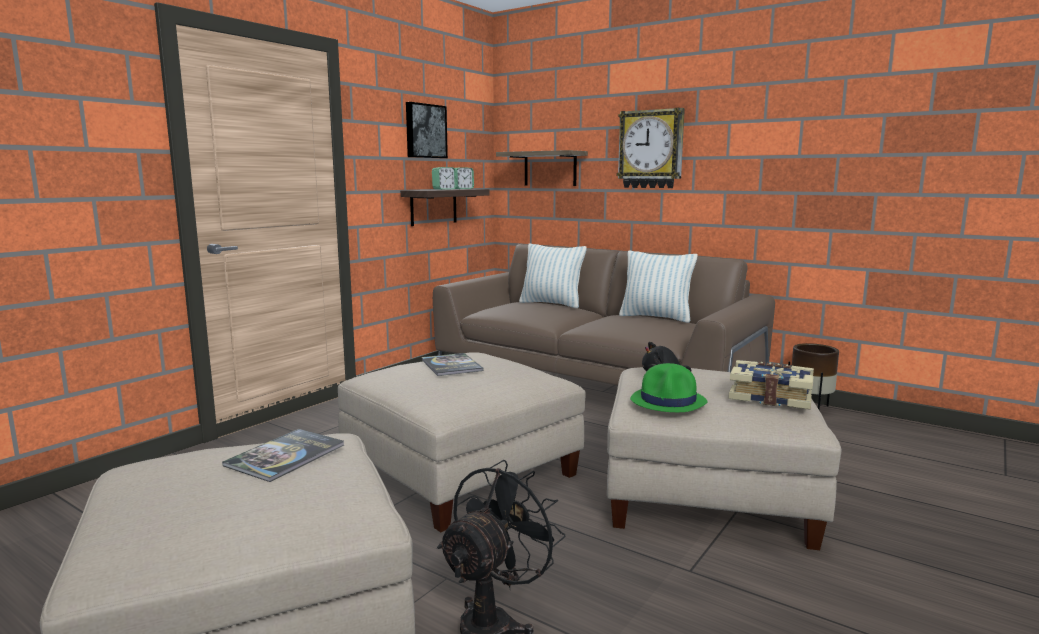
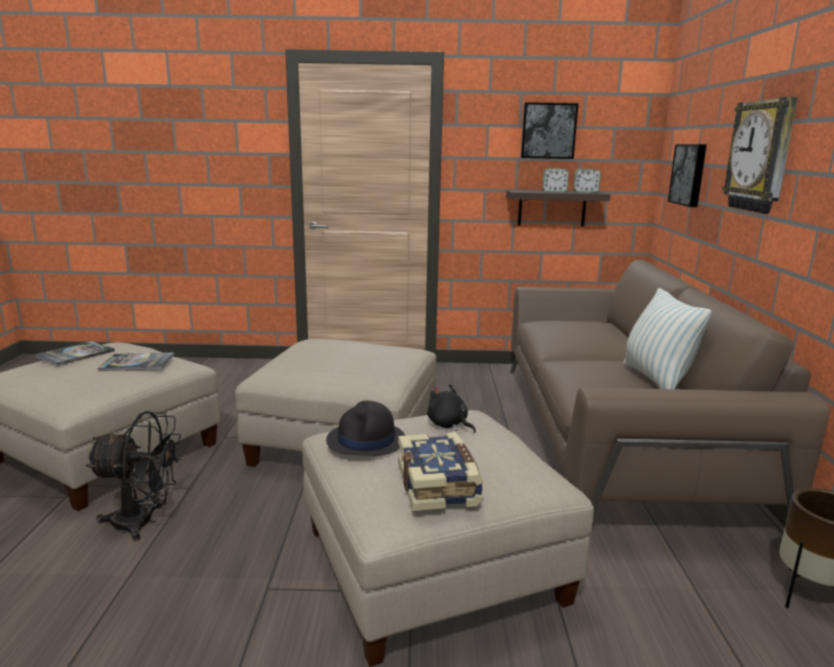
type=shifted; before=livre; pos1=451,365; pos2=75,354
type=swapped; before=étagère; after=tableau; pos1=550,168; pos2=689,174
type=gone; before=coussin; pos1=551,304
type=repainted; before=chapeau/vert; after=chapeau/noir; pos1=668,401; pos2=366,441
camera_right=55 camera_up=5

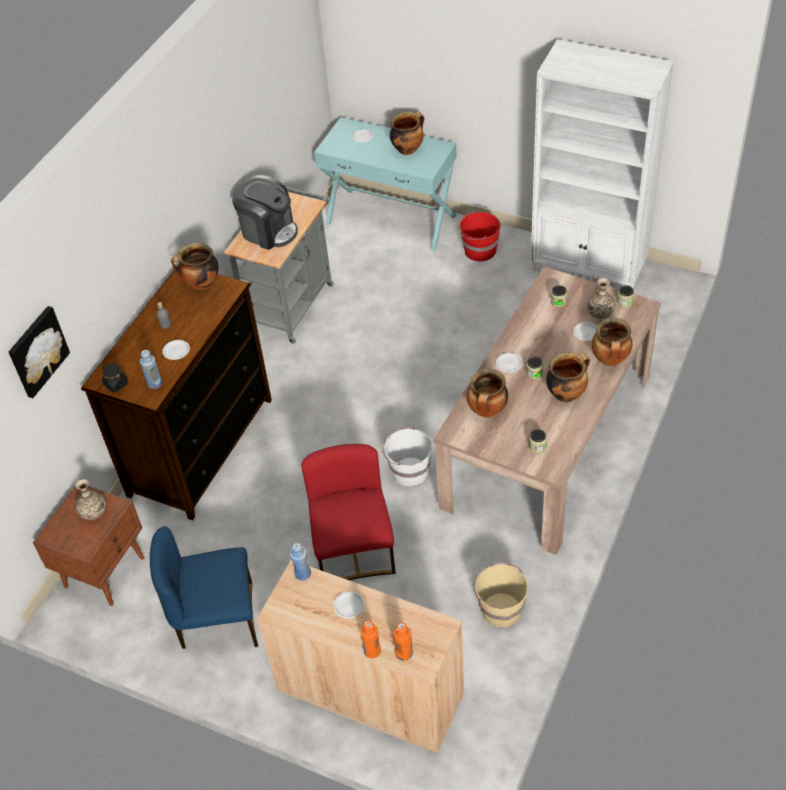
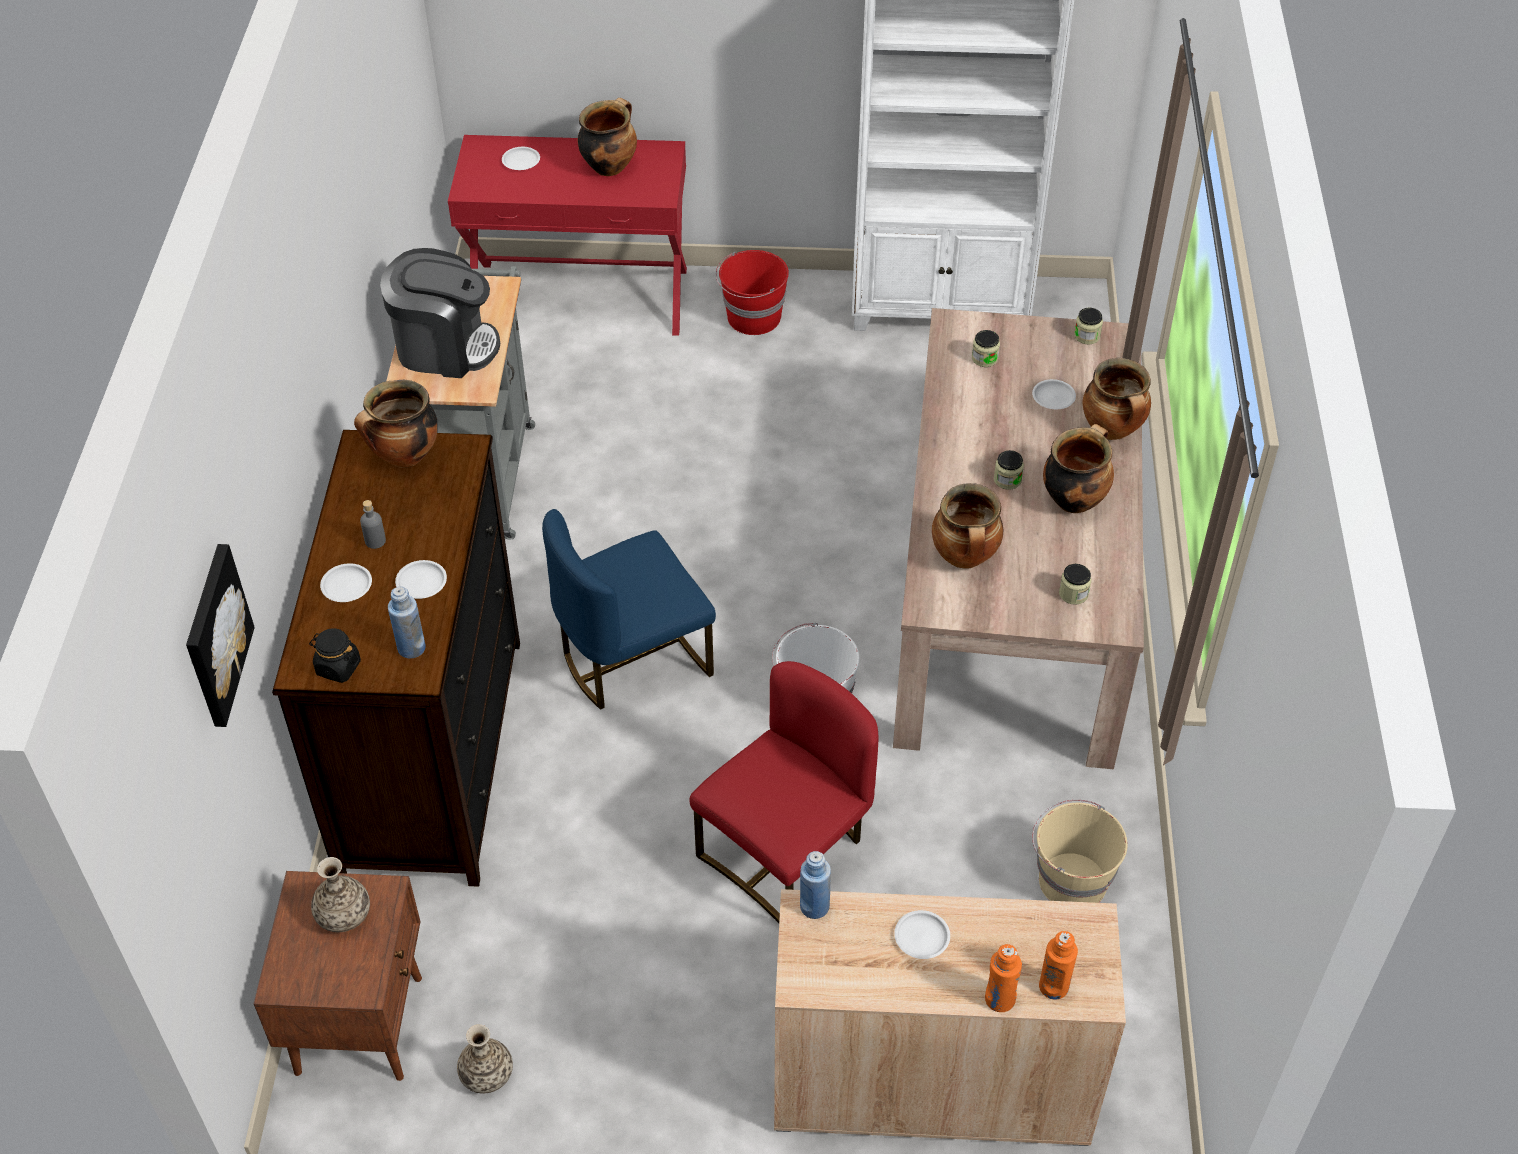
type=shifted; before=chaise/bleu; pos1=217,620; pos2=632,658
type=rotated; before=chaise/rouge; pos1=354,549; pos2=787,854; turn=75
type=repainted; before=table console/turquoise; after=table console/rouge; pos1=391,219; pos2=580,297
type=shifted; before=assiette/blanc; pos1=509,364; pos2=347,585
type=shifted; before=vase; pos1=600,312; pos2=487,1074
camera_right=-25 camera_up=0

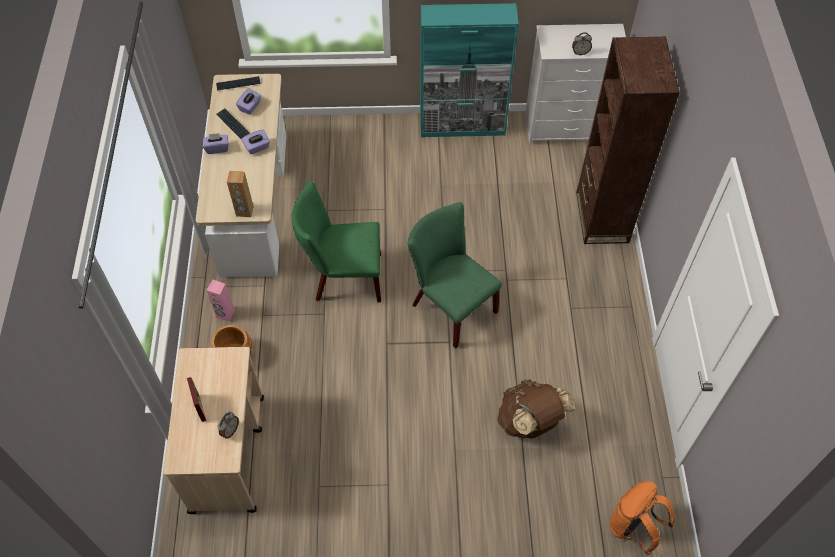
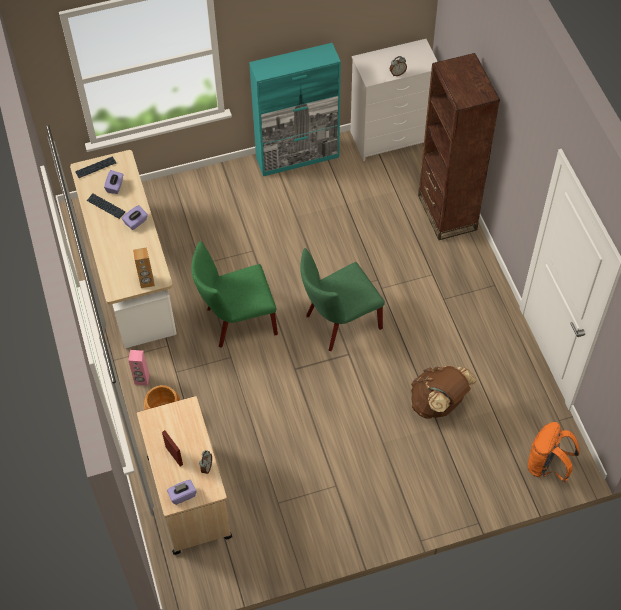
type=shifted; before=boîte à mouchoirs/violet; pos1=217,148; pos2=182,495
type=rotated; before=chaise/vert; pos1=449,306; pos2=339,323; turn=-60
camera_right=-15 camera_up=0

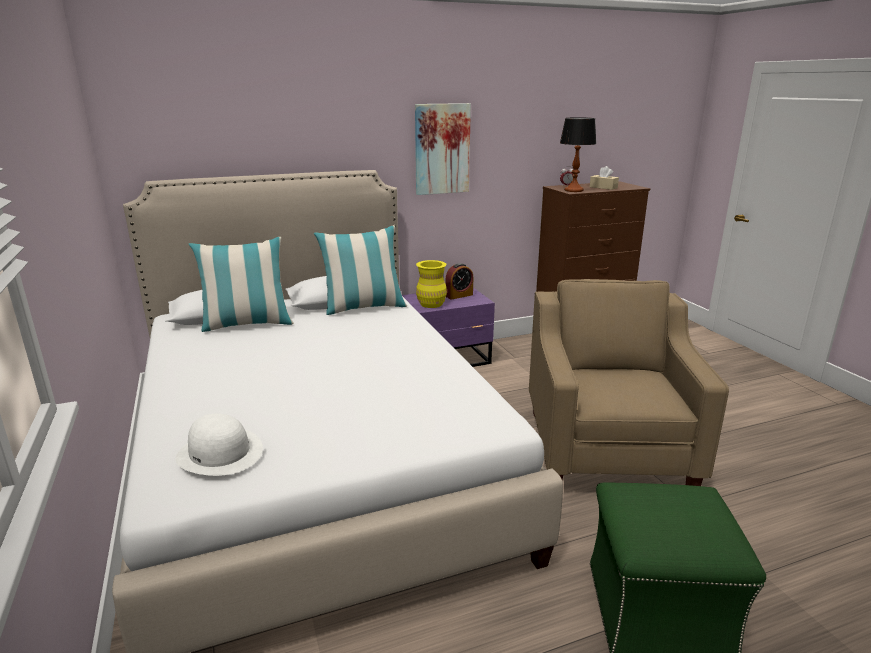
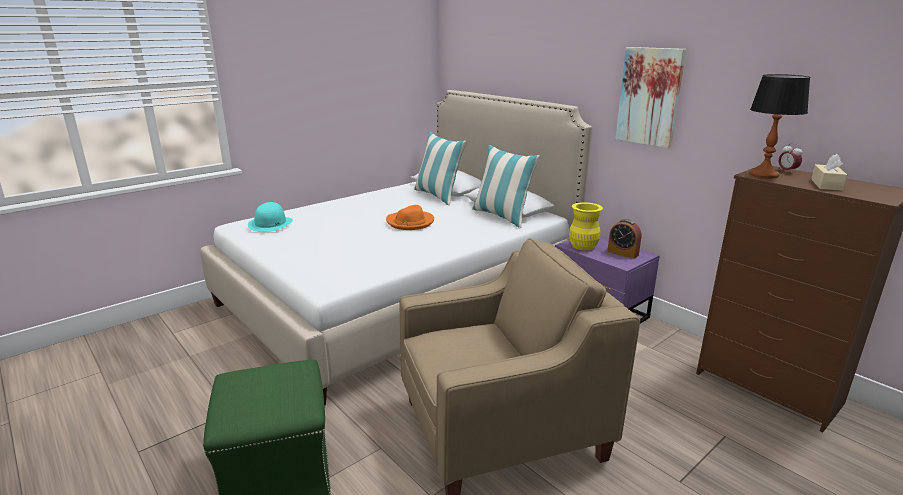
type=repainted; before=chapeau/blanc; after=chapeau/turquoise; pos1=220,453; pos2=270,224
type=new; after=chapeau/orange; pos2=410,222
camera_right=70 camera_up=0

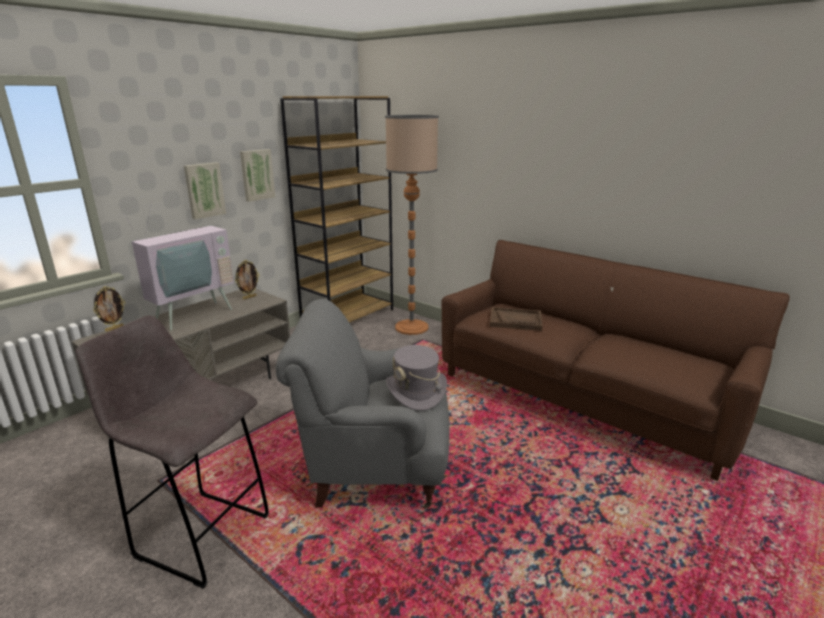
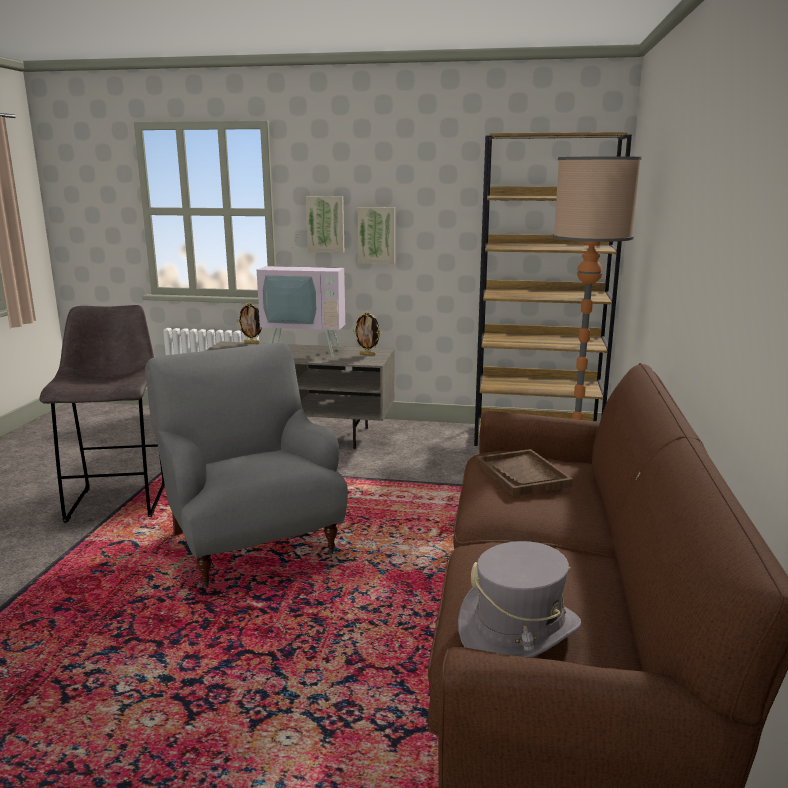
type=shifted; before=tableau; pos1=257,175; pos2=326,224
type=shifted; before=chapeau/gris; pos1=416,392; pos2=518,631
camera_right=60 camera_up=-5

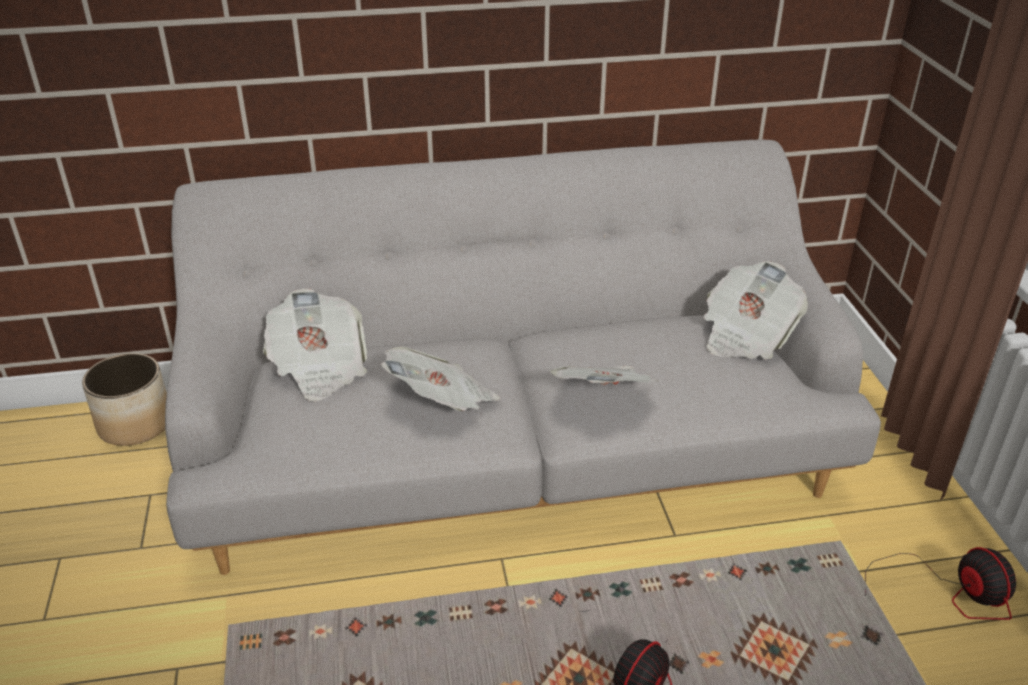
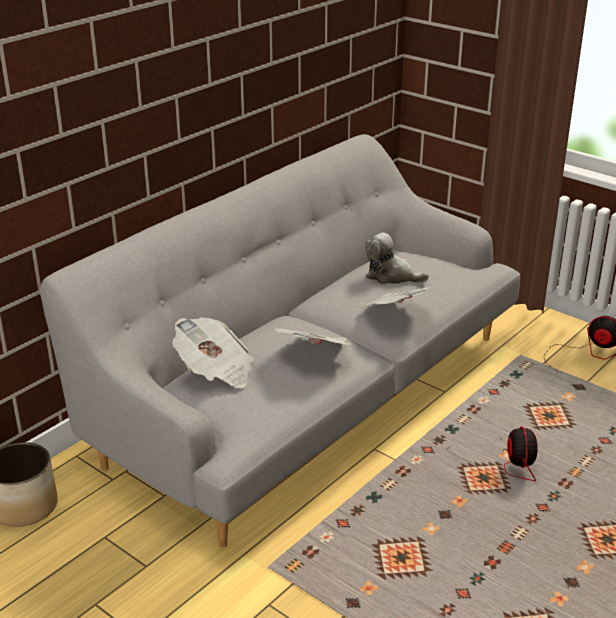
type=gone; before=journal; pos1=746,335
type=new; after=peluche; pos2=391,276
camera_right=-40 camera_up=-5

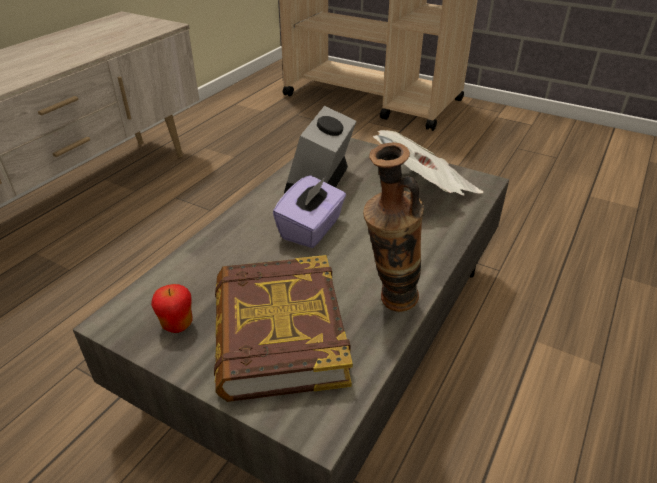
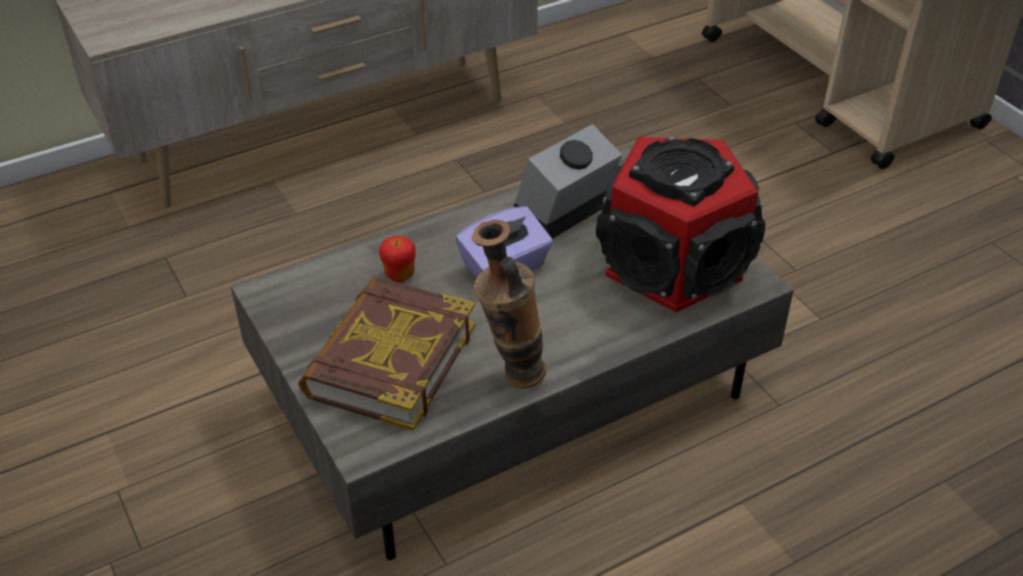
type=shifted; before=pomme; pos1=177,325; pos2=399,275
type=swapped; before=journal; after=enceinte; pos1=426,189; pos2=674,266
camera_right=30 camera_up=5

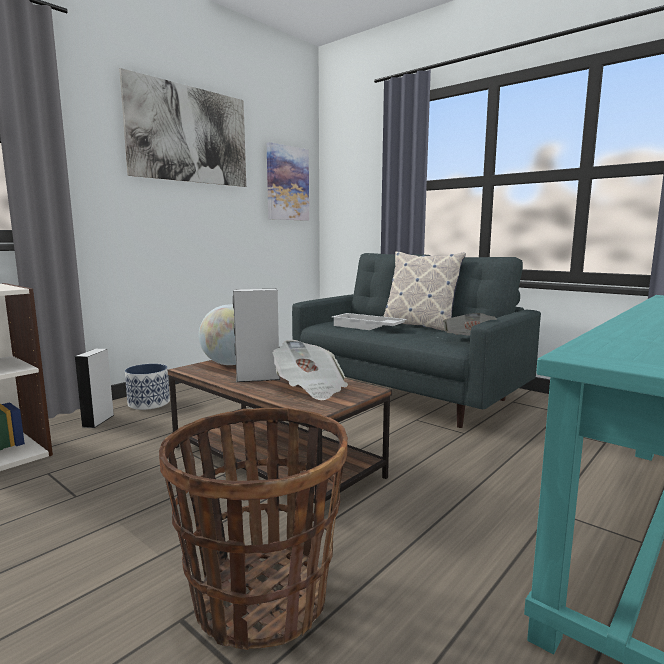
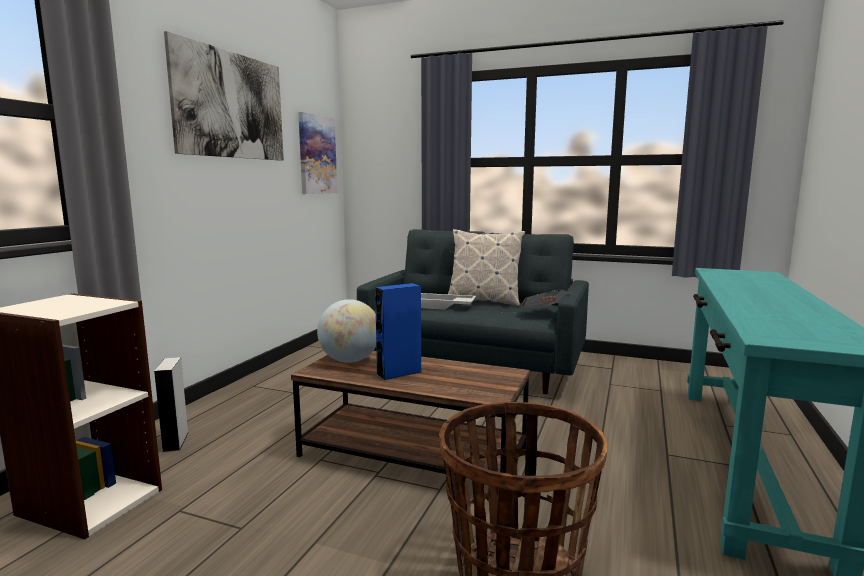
type=gone; before=cache-pot; pos1=149,403
type=repainted; before=enceinte/gris; after=enceinte/bleu; pos1=258,378; pos2=399,373
type=gone; before=journal; pos1=310,388
camera_right=-20 camera_up=0

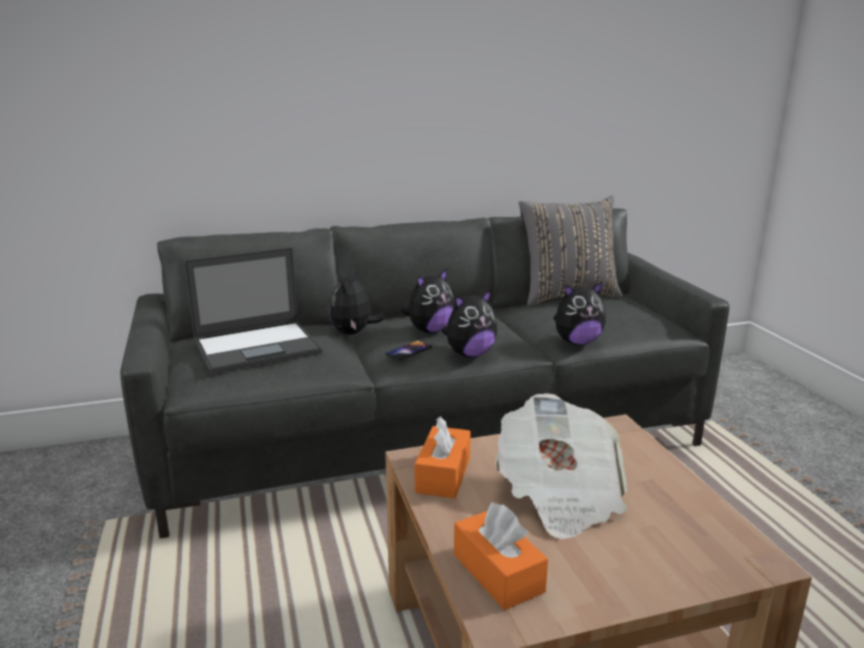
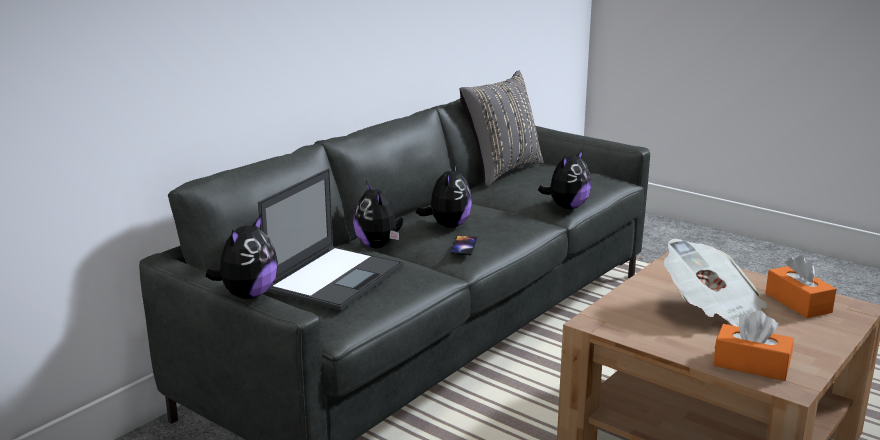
type=shifted; before=boîte à mouchoirs/orange; pos1=443,475; pos2=798,303
type=shifted; before=peluche; pos1=469,354; pos2=248,295
camera_right=-35 camera_up=0

